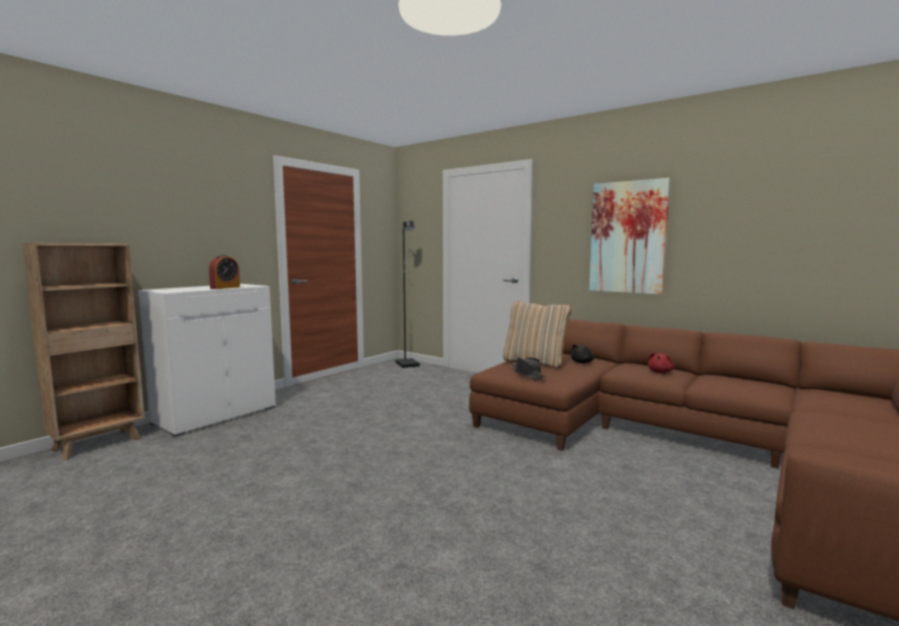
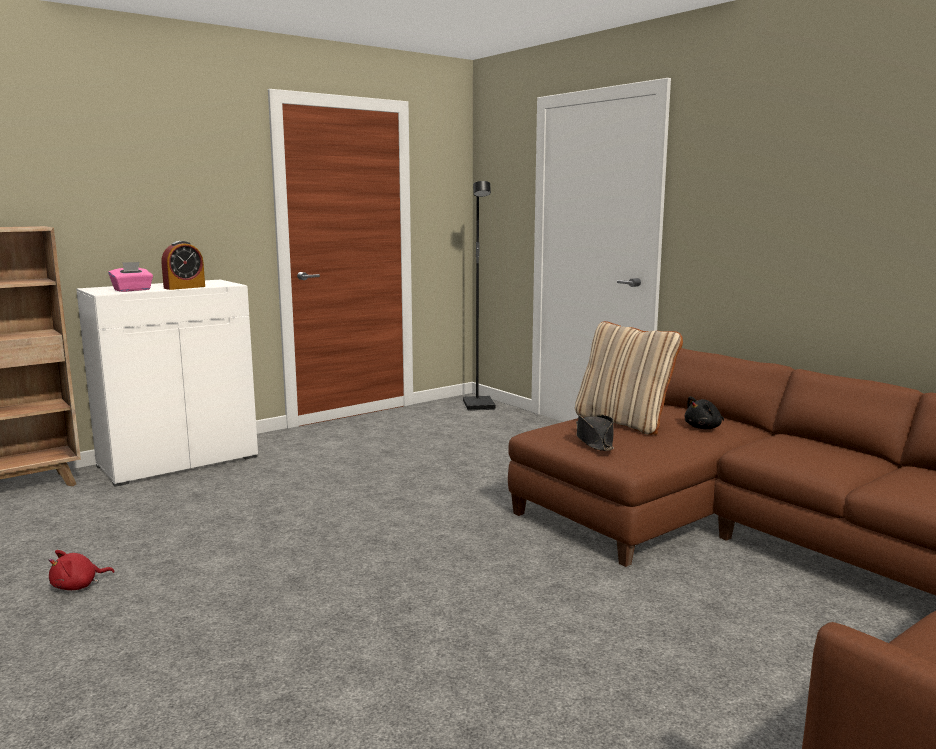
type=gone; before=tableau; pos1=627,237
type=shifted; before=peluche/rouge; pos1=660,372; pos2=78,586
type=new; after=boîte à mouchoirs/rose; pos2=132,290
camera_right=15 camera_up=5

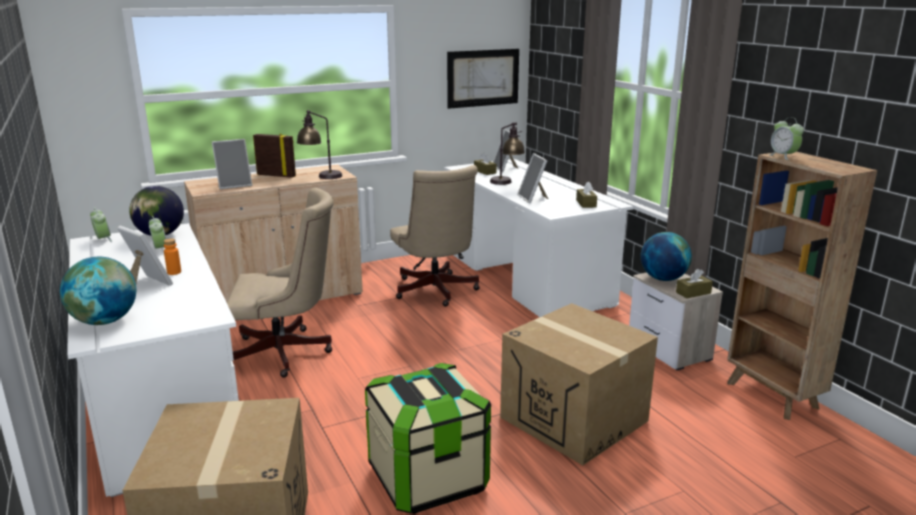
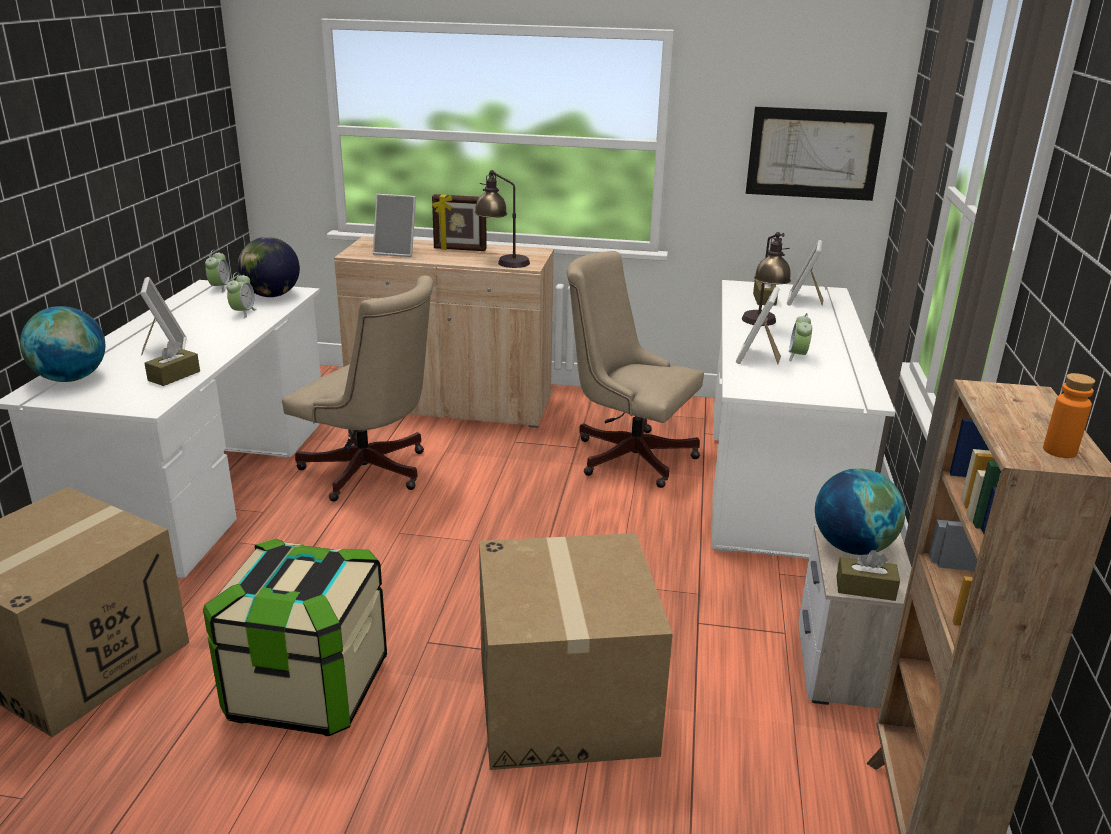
type=shifted; before=bouteille/orange; pos1=174,272; pos2=1059,451
type=rotated; before=cadre photo; pos1=276,175; pos2=460,249; turn=135
type=rotated; before=chaise de bureau/beige; pos1=436,292; pos2=627,455; turn=105
type=shifted; before=boîte à mouchoirs/marron; pos1=586,203; pos2=174,376
type=shifted; before=réveil; pos1=783,156; pos2=798,356
camera_right=35 camera_up=5

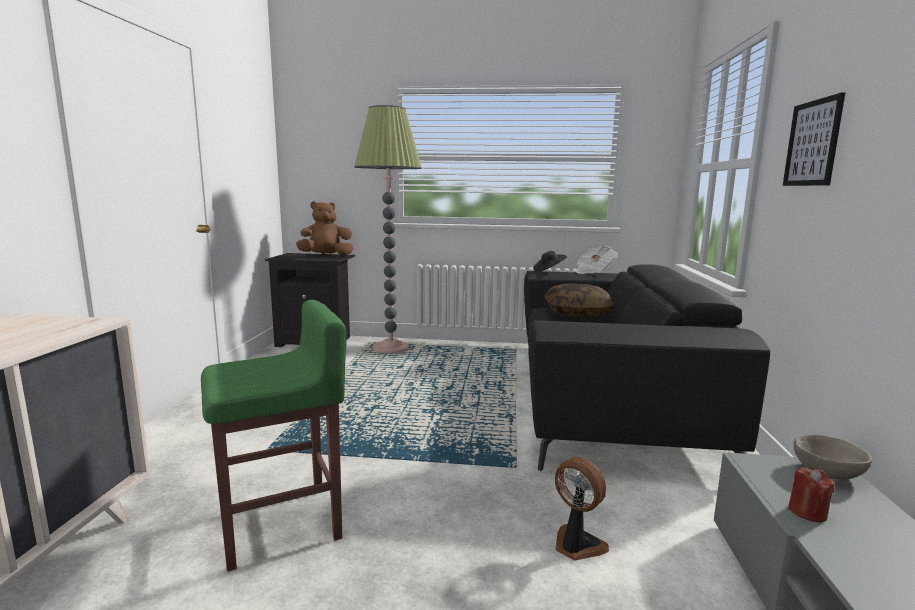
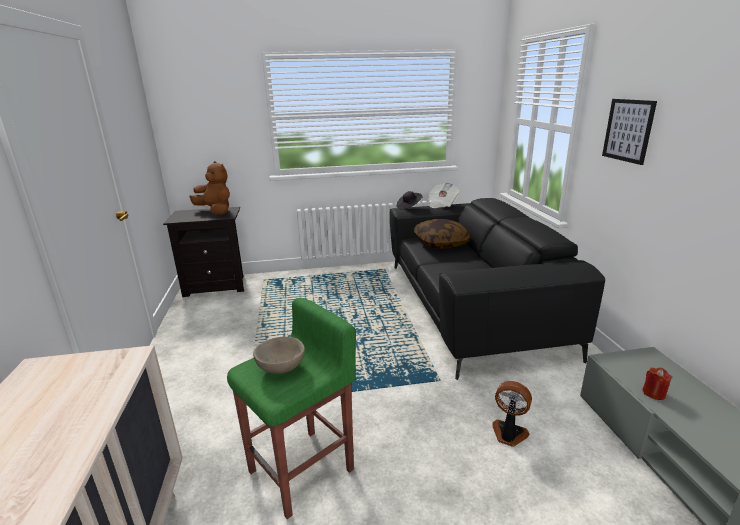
type=rotated; before=peluche/marron; pos1=326,255; pos2=215,211; turn=75
type=gone; before=lampadaire; pos1=391,348
type=shifted; before=bol/beige; pos1=827,473; pos2=281,367
camera_right=-15 camera_up=10

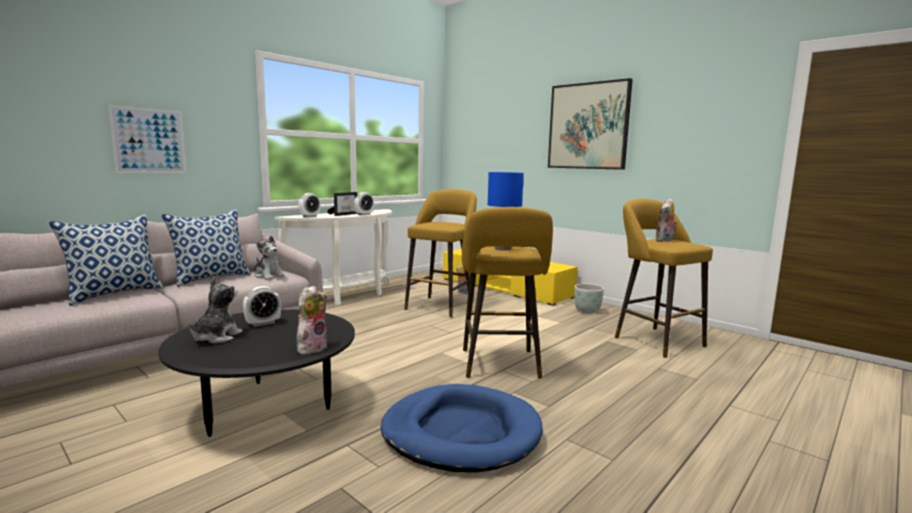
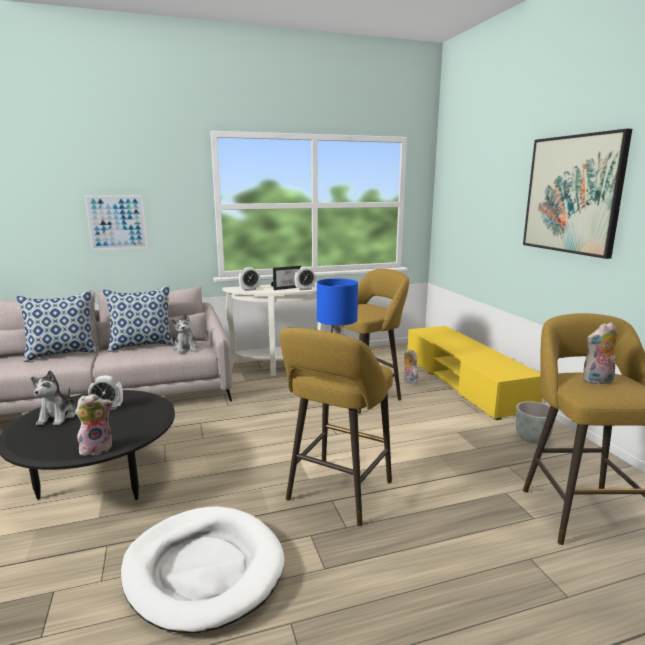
type=rotated; before=peluche; pos1=216,337; pos2=58,417; turn=135
type=repainted; before=panier pour chien/bleu; after=panier pour chien/blanc; pos1=461,433; pos2=204,569
camera_right=30 camera_up=5

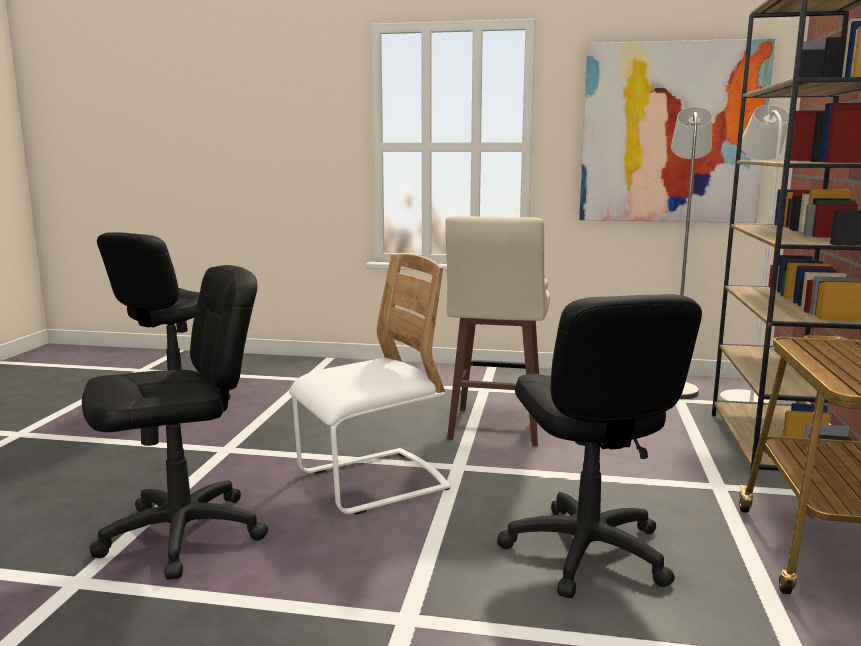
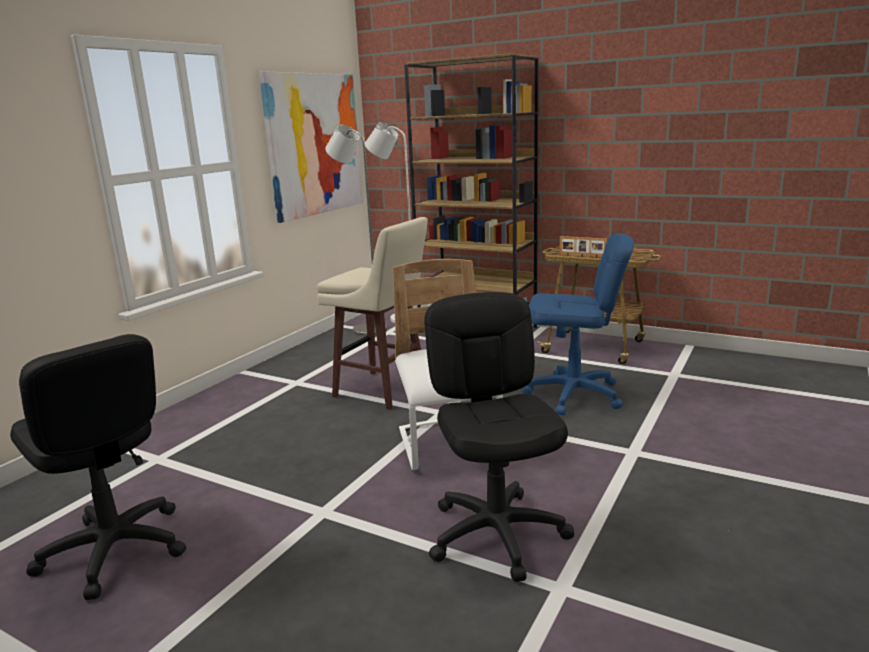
type=repainted; before=chaise de bureau/noir; after=chaise de bureau/bleu; pos1=586,552; pos2=574,395
type=new; after=cadre photo; pos2=582,256
camera_right=-70 camera_up=5

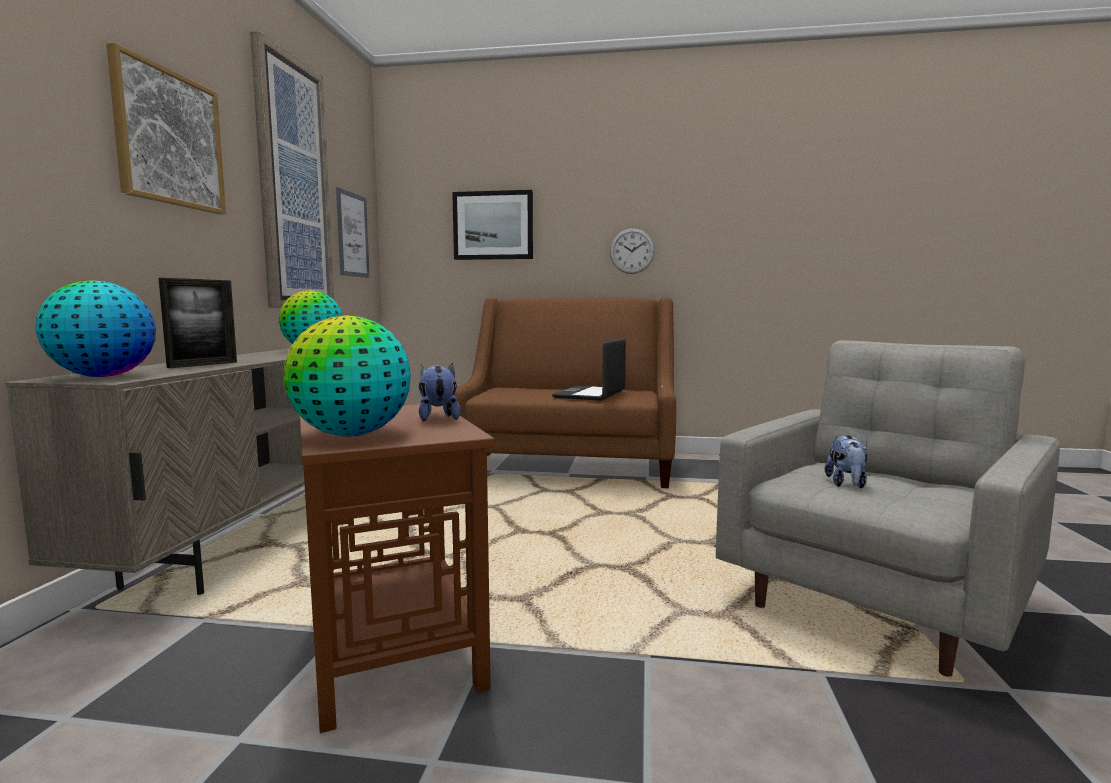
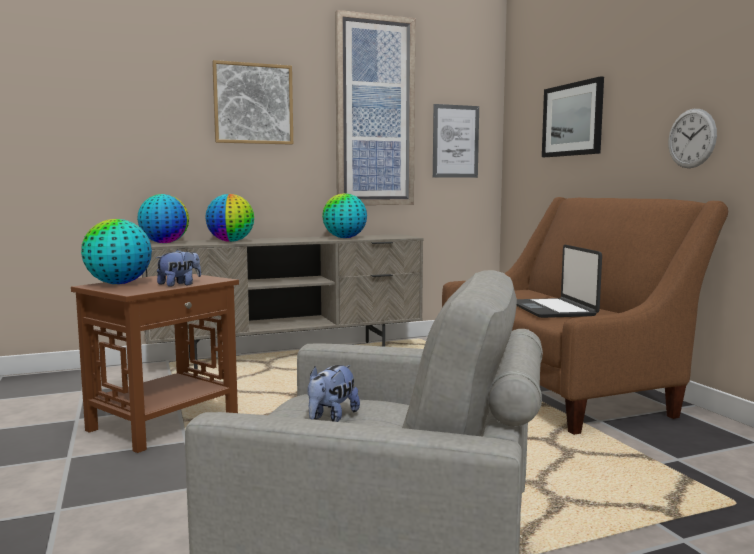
type=swapped; before=cadre photo; after=globe; pos1=203,365; pos2=231,241
type=rotated; before=ordinateur portable; pos1=591,394; pos2=553,309; turn=-90
type=rotated; before=peluche; pos1=847,484; pos2=331,417; turn=-45
camera_right=60 camera_up=0

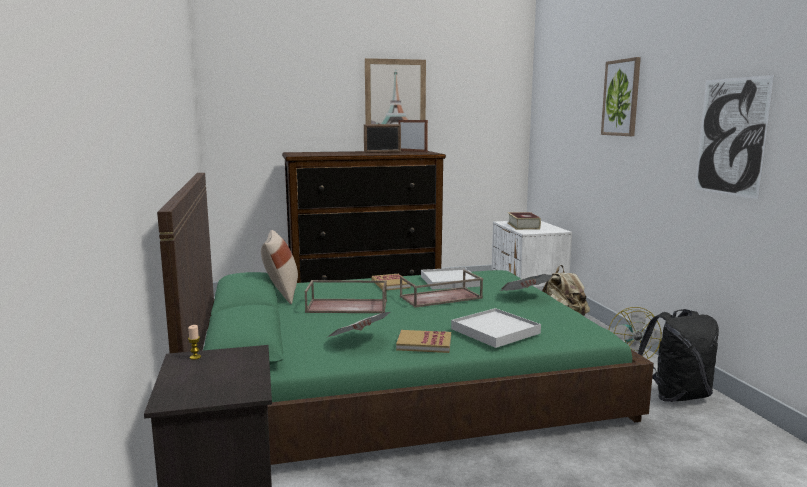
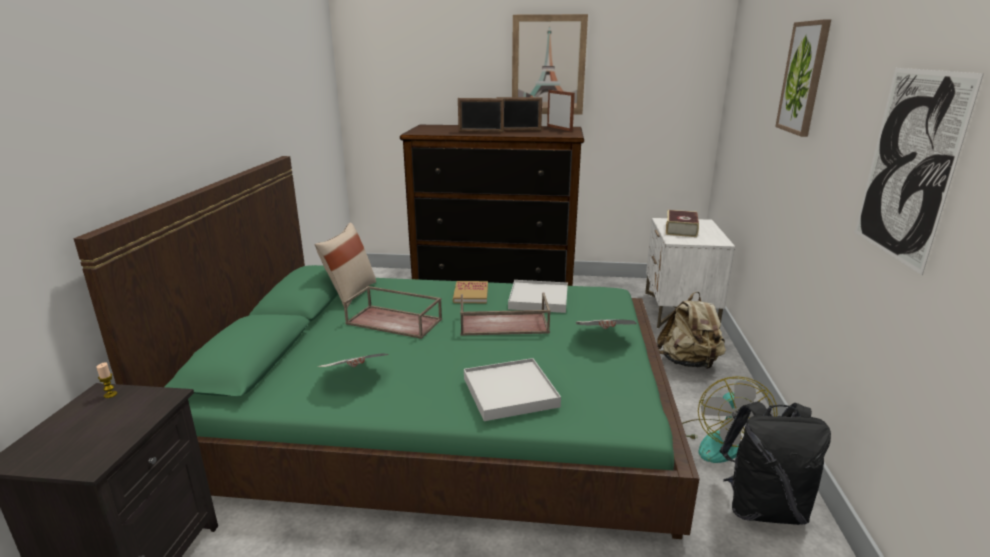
type=gone; before=livre; pos1=424,344
type=new; after=cadre photo; pos2=481,132
camera_right=20 camera_up=10

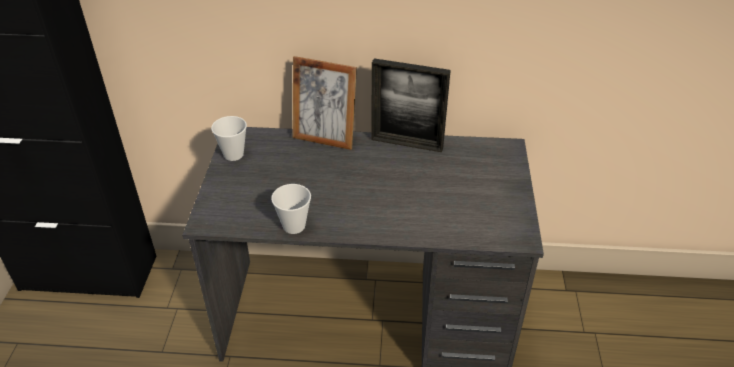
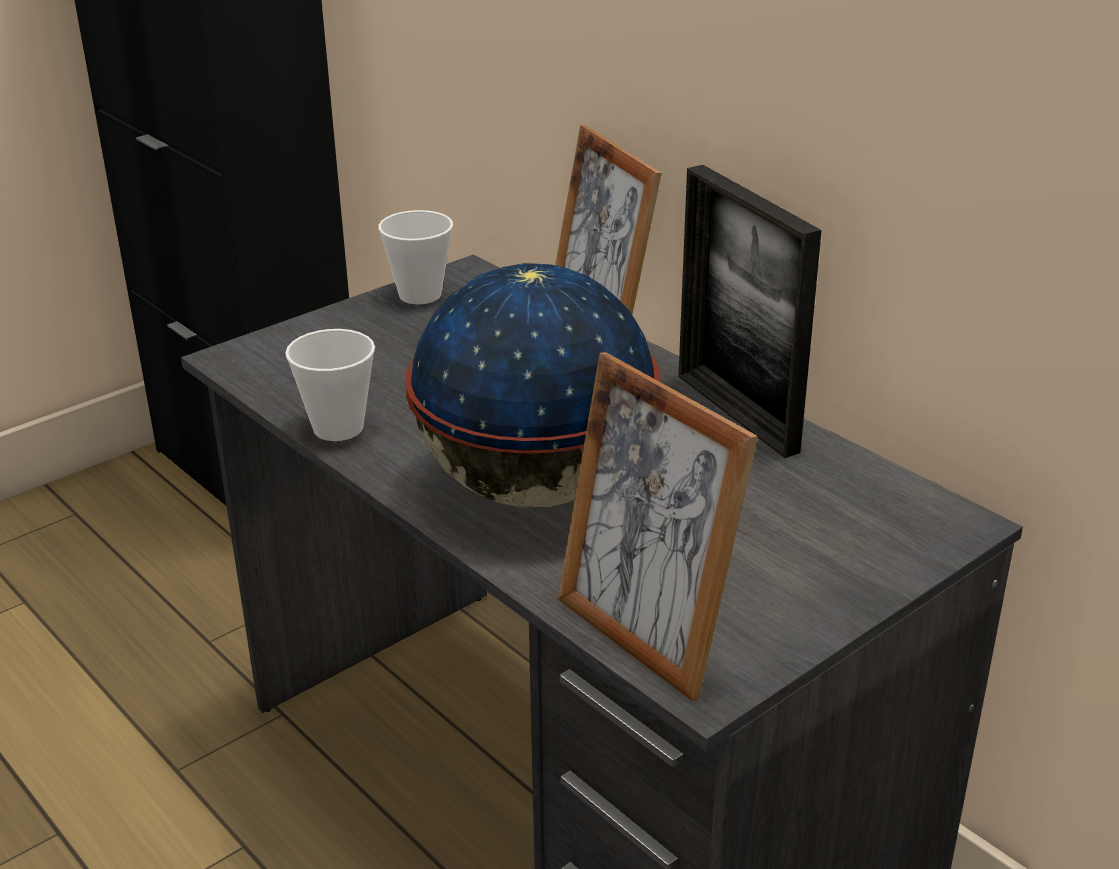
type=new; after=globe; pos2=533,486
type=new; after=cadre photo; pos2=645,636
camera_right=45 camera_up=-10

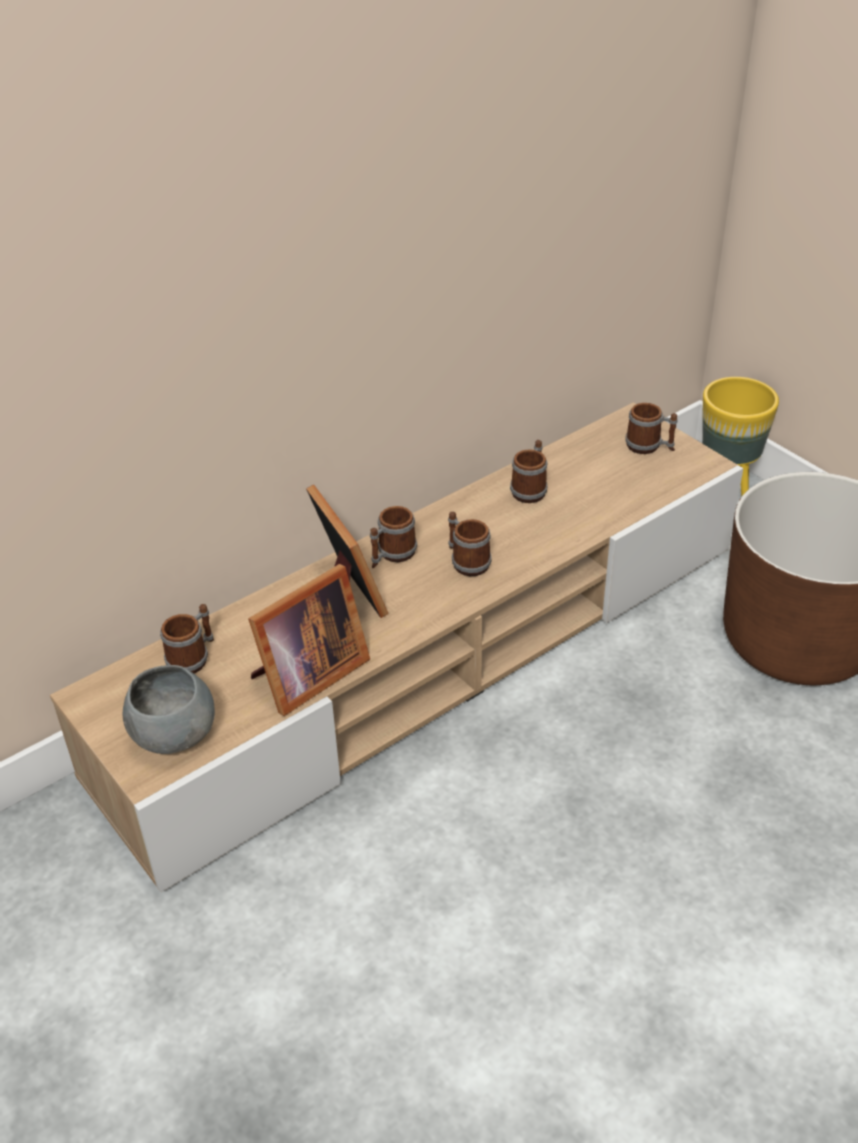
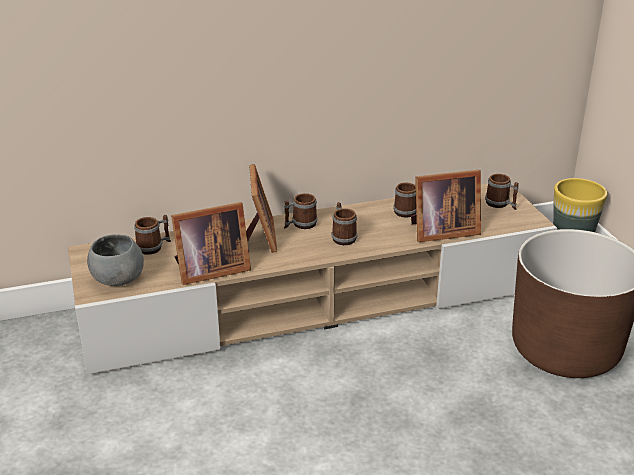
type=new; after=cadre photo; pos2=441,231
camera_right=20 camera_up=-10

